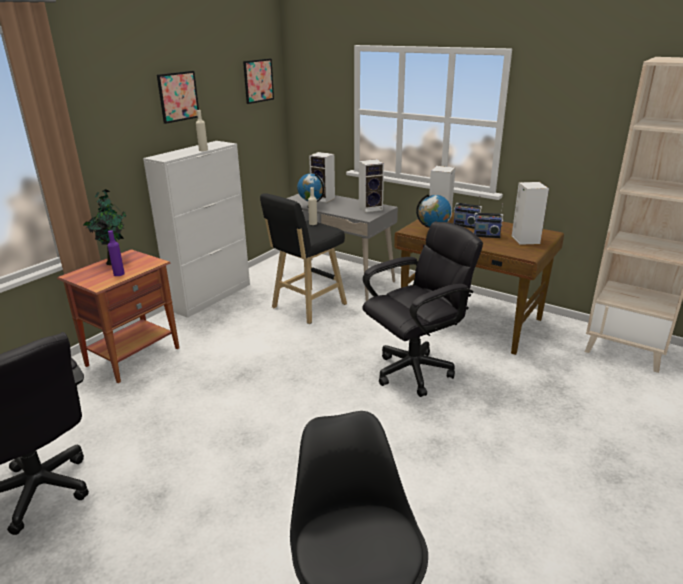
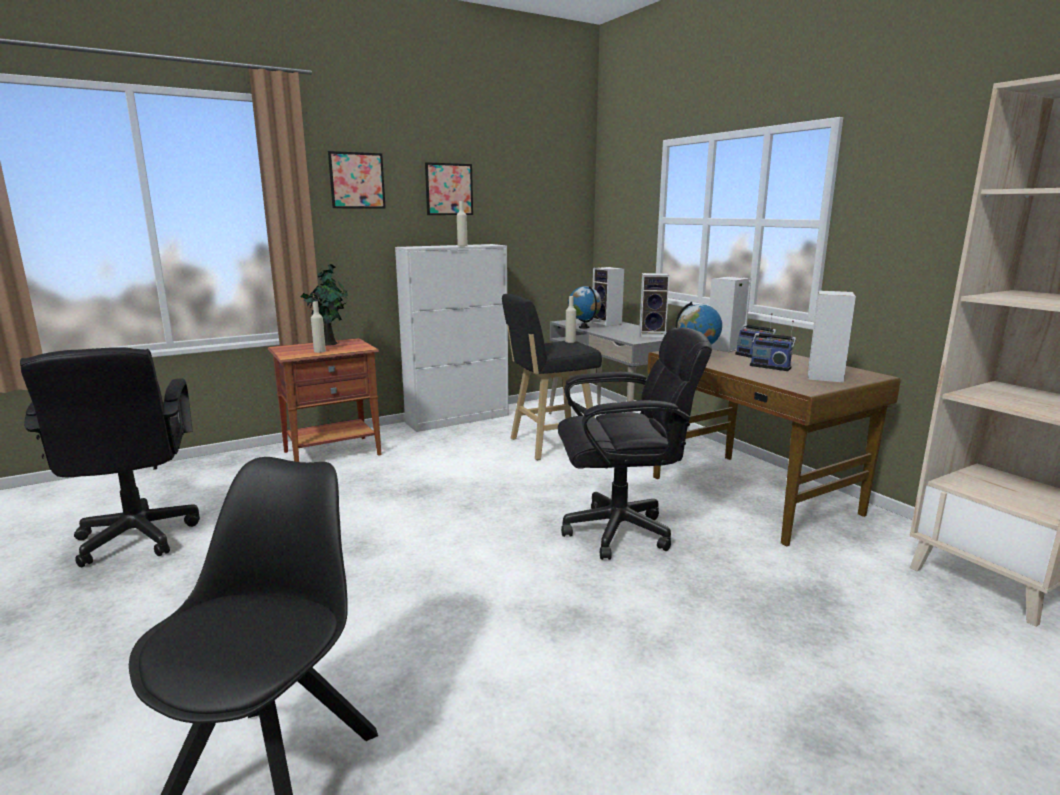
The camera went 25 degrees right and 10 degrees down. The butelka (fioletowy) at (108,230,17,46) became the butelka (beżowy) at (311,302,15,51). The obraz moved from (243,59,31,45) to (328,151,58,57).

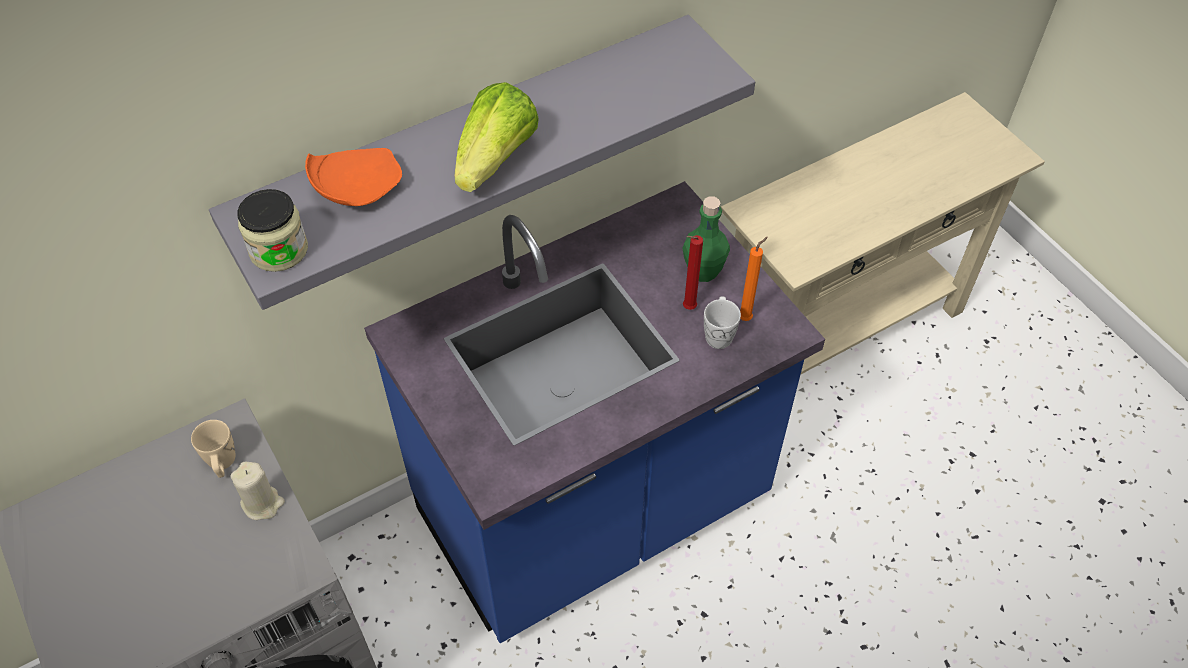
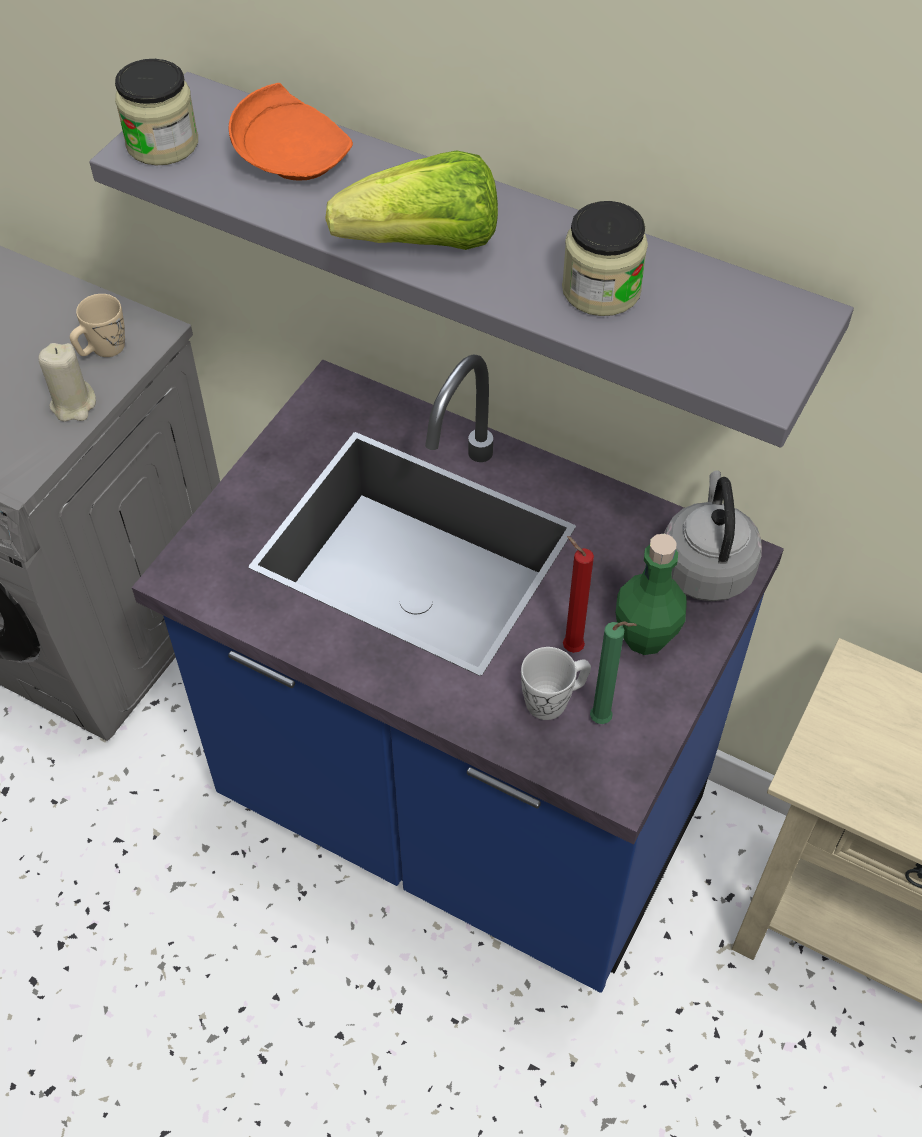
The camera went 60 degrees right and 0 degrees up. The świeca (pomarańczowy) at (740,237,28,84) became the świeca (zielony) at (590,621,47,103). The słoik at (562,201,86,115) appeared. The czajnik (szary) at (664,471,98,130) appeared.

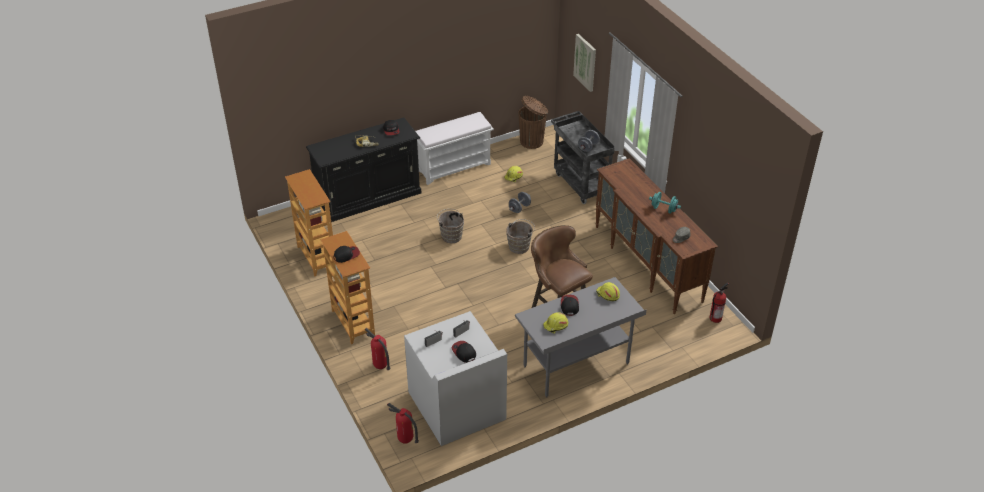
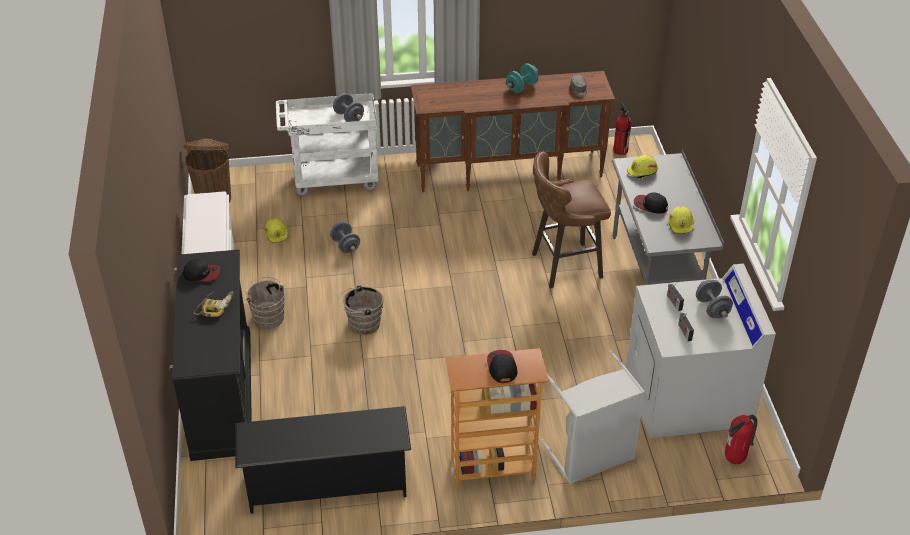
The camera went 70 degrees left and 0 degrees up. The regał at (285,169,48,108) was replaced by the regał na buty (czarny) at (235,406,176,108). The gaśnica at (365,328,26,42) was replaced by the kosz na pranie (szary) at (541,350,104,134). The czapka z daszkiem at (452,341,24,22) was replaced by the hantel (szary) at (696,280,37,39). The wiadro (brązowy) moved from (506,219,29,35) to (245,277,40,52). The wózek (czarny) at (551,111,64,93) became the wózek (biały) at (276,94,103,102). The obraz at (573,34,23,58) disappeared.

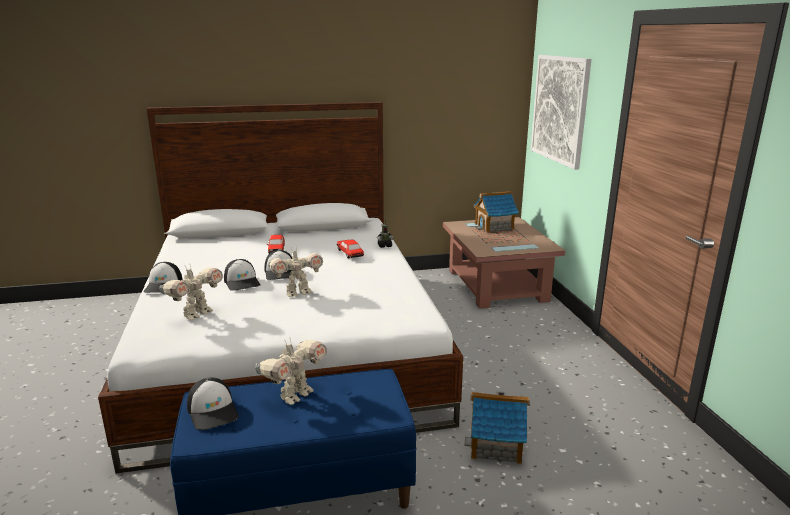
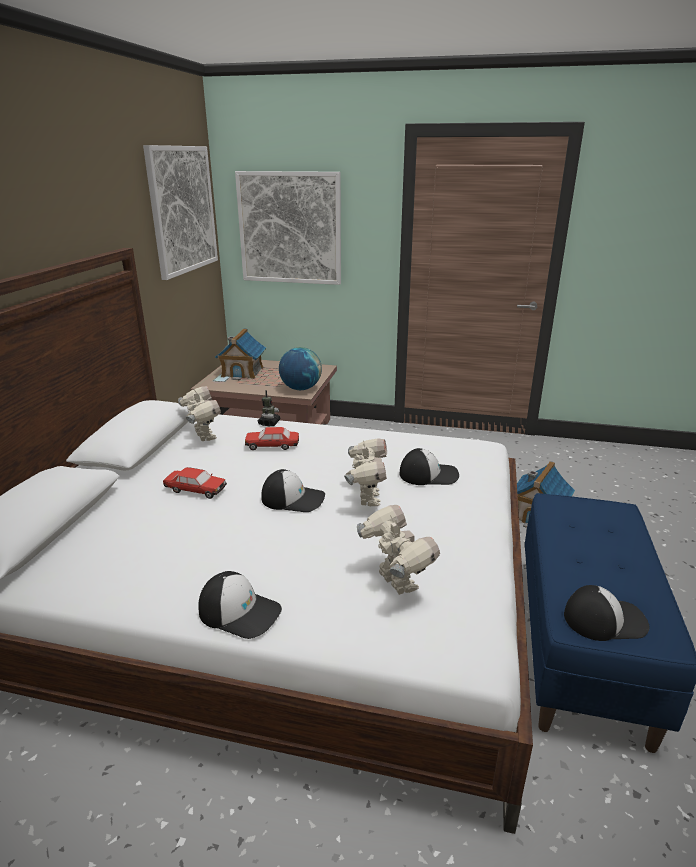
The camera went 65 degrees left and 5 degrees up. The czapka z daszkiem moved from (224,259,37,32) to (400,448,59,37). The robot zabawkowy moved from (255,339,72,66) to (178,386,43,55). The obraz at (143,145,75,135) appeared. The globus at (279,347,43,43) appeared.

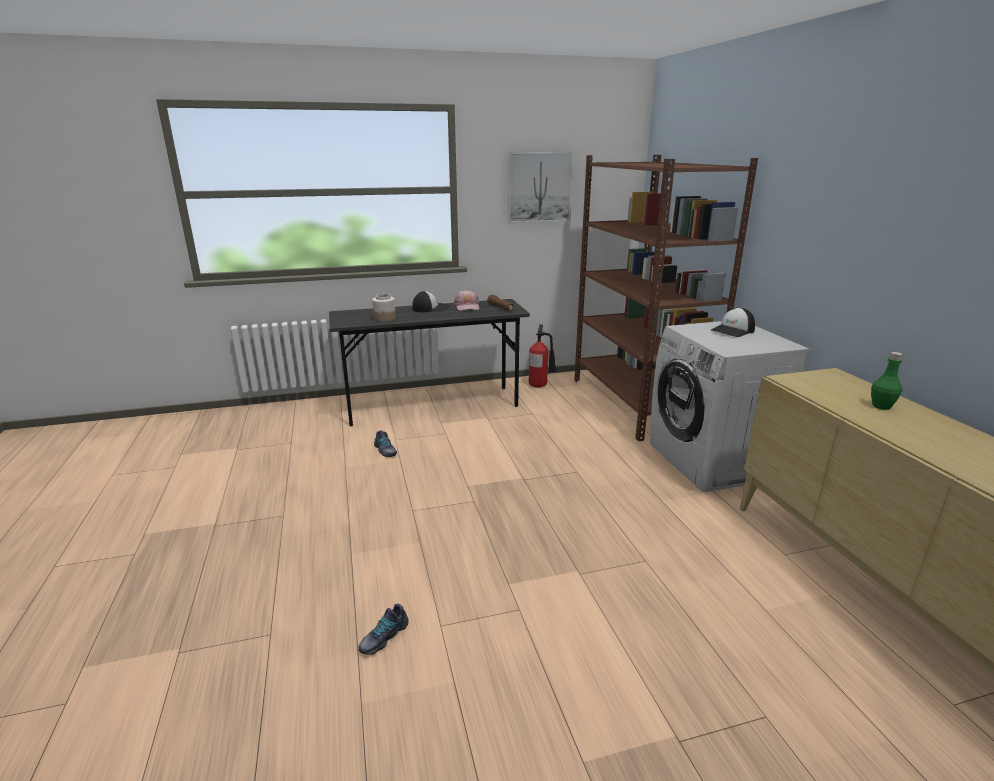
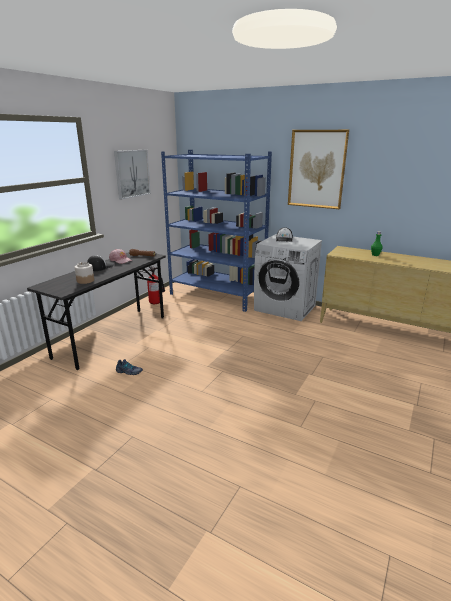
The camera went 45 degrees left and 0 degrees up. The but at (358,604,51,51) disappeared. The regał (brązowy) at (574,155,184,286) became the regał (niebieski) at (161,150,111,162). The obraz at (288,130,61,79) appeared.

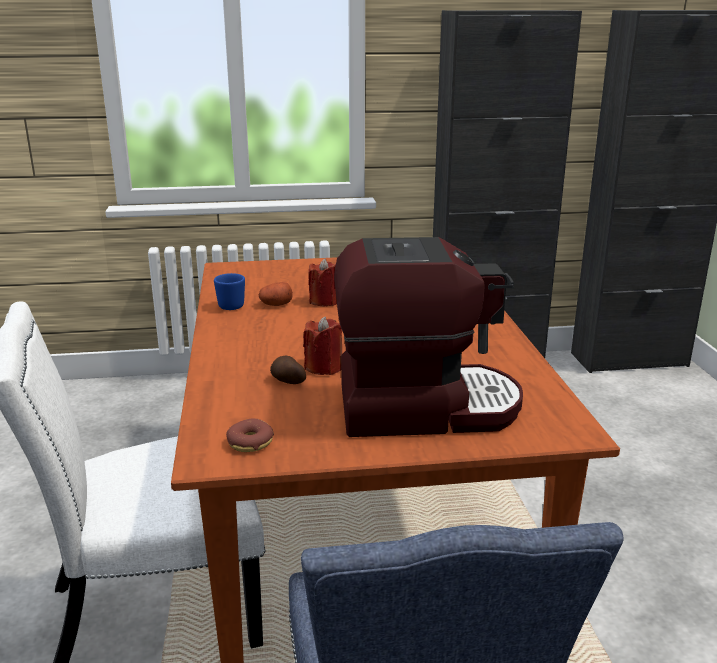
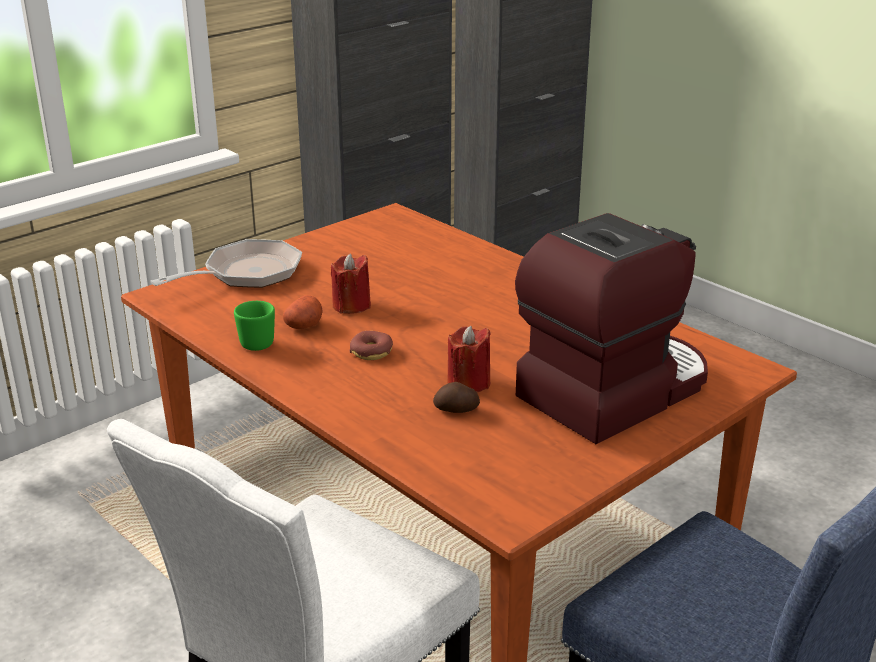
The camera went 35 degrees left and 5 degrees up. The kubek (niebieski) at (214,273,31,37) became the kubek (zielony) at (234,301,41,50). The donut moved from (226,418,48,34) to (350,331,43,29). The patelnia at (150,239,152,49) appeared.

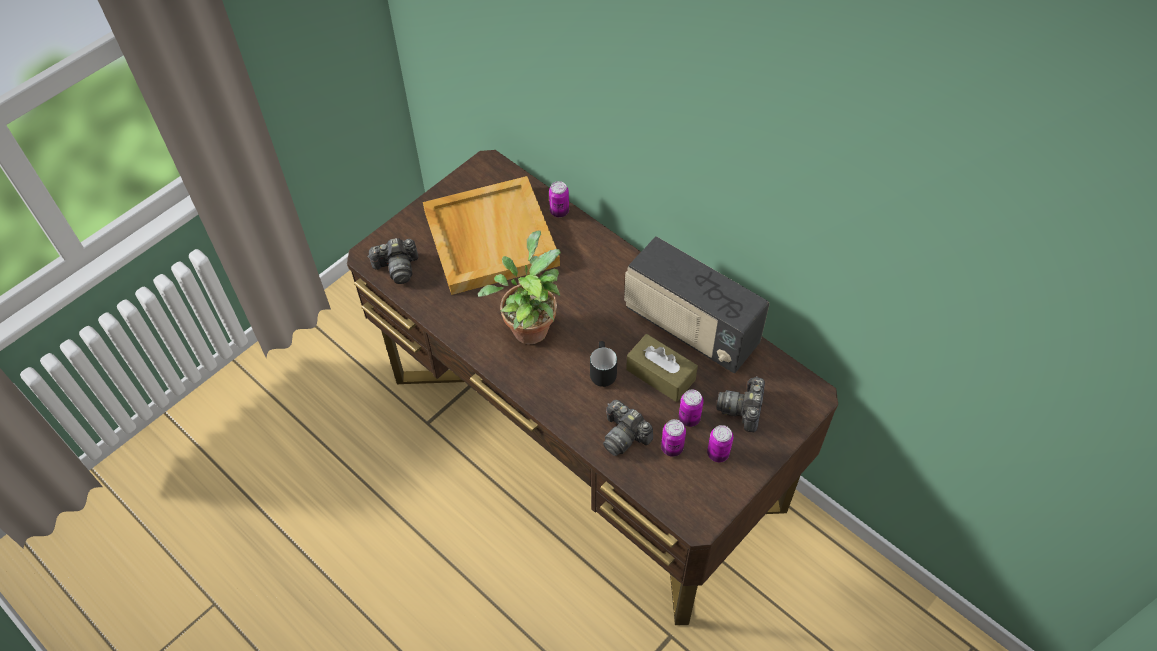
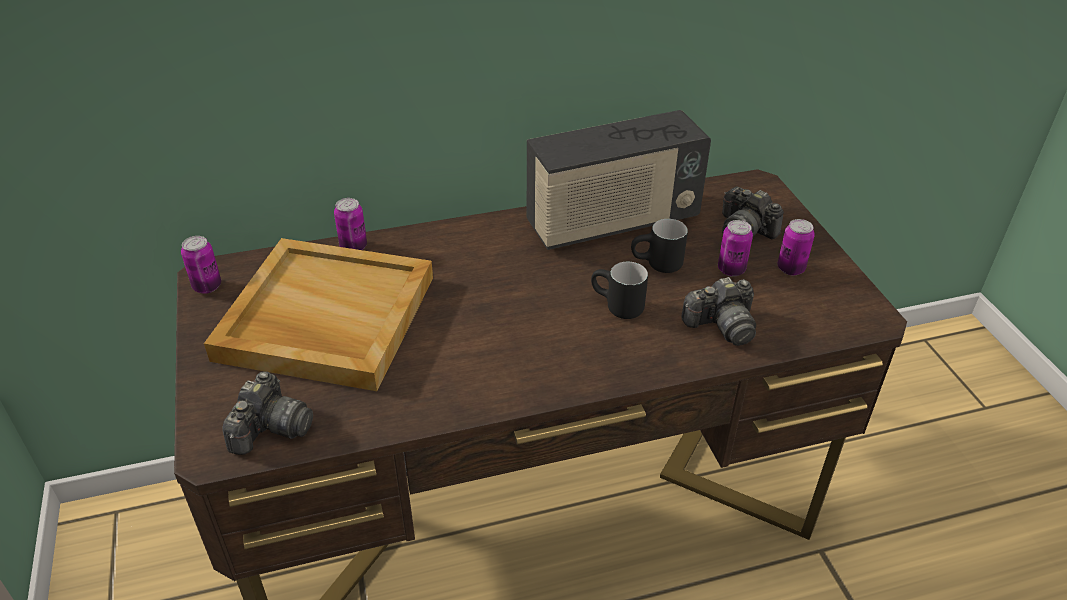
The camera went 60 degrees left and 15 degrees down. The roślina doniczkowa at (478,231,83,114) disappeared. The pudełko chusteczek (brązowy) at (626,334,72,68) was replaced by the kubek (czarny) at (631,219,57,54). The puszka moved from (661,419,25,38) to (181,236,40,58).

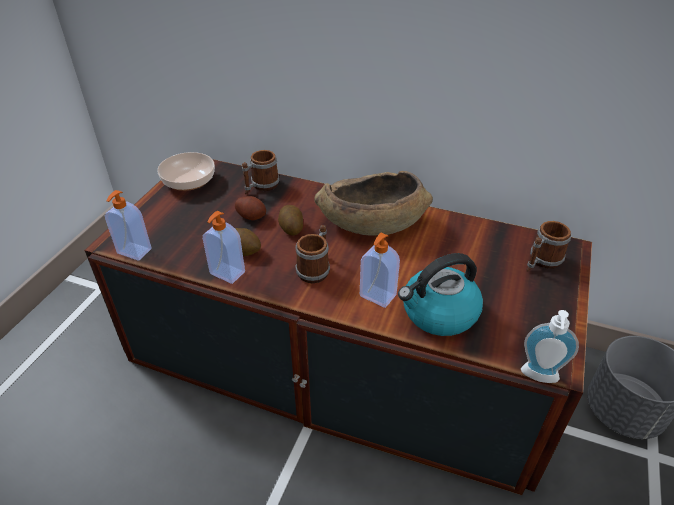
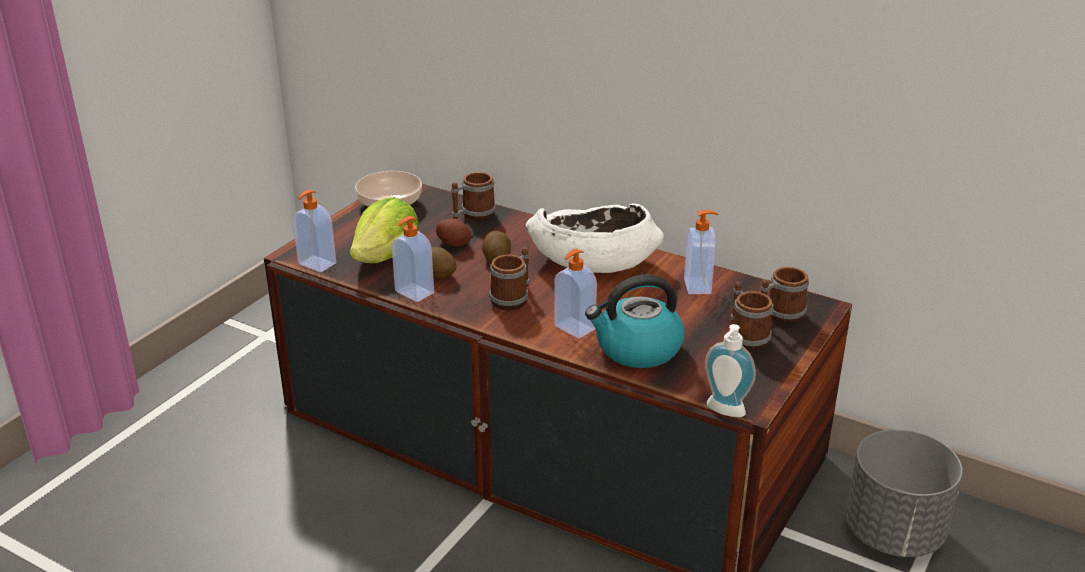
The camera went 10 degrees right and 10 degrees down. The miska (brązowy) at (314,171,119,65) became the miska (biały) at (526,204,138,69). The sałata at (350,197,69,66) appeared. The dozownik mydła at (684,210,34,84) appeared. The kubek at (731,282,42,68) appeared.

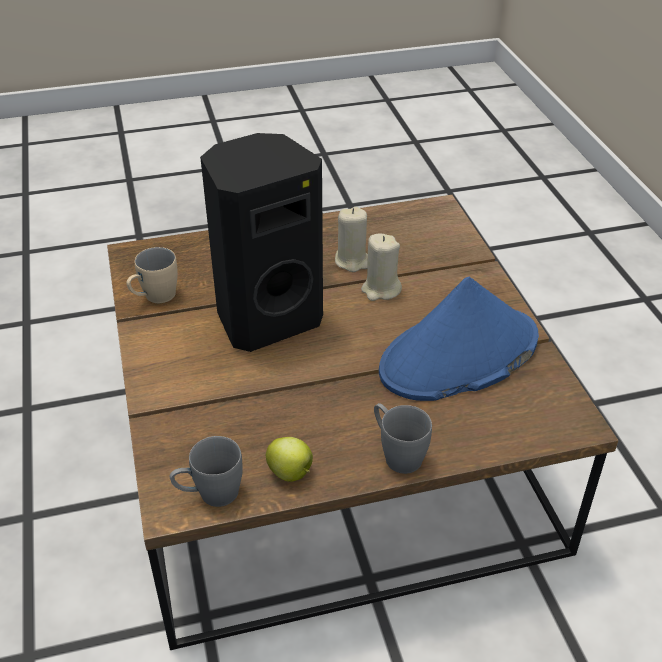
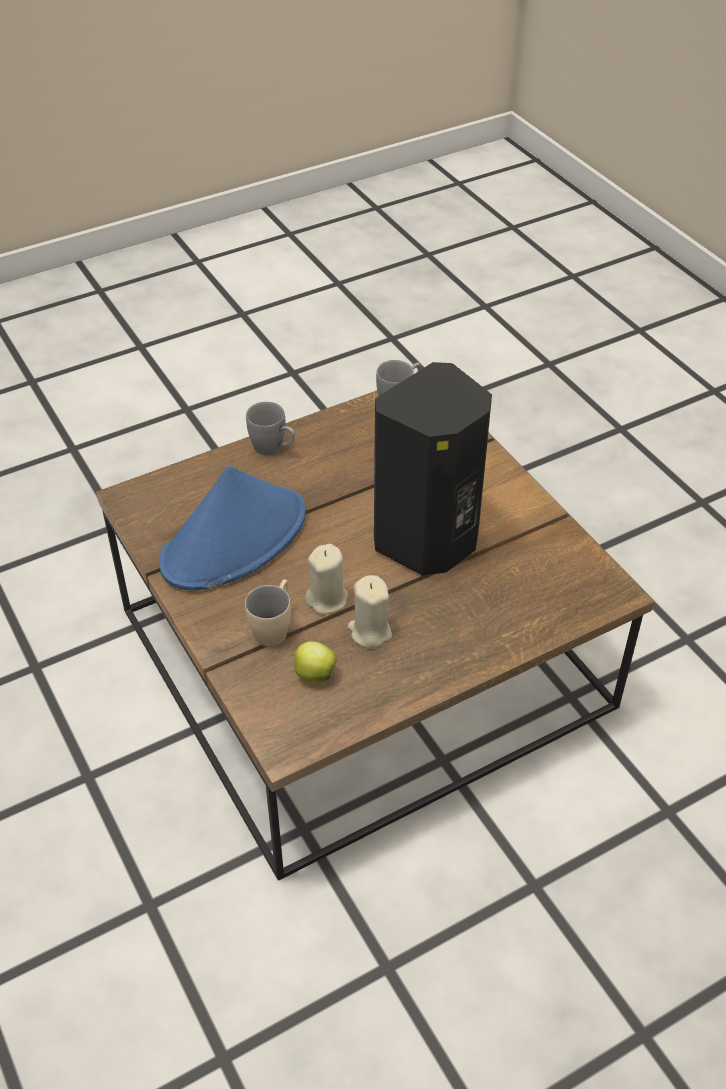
The camera went 165 degrees right and 5 degrees up. The kubek (beżowy) moved from (126,247,52,56) to (245,579,46,67). The jabłko moved from (266,437,47,45) to (293,641,44,42).

